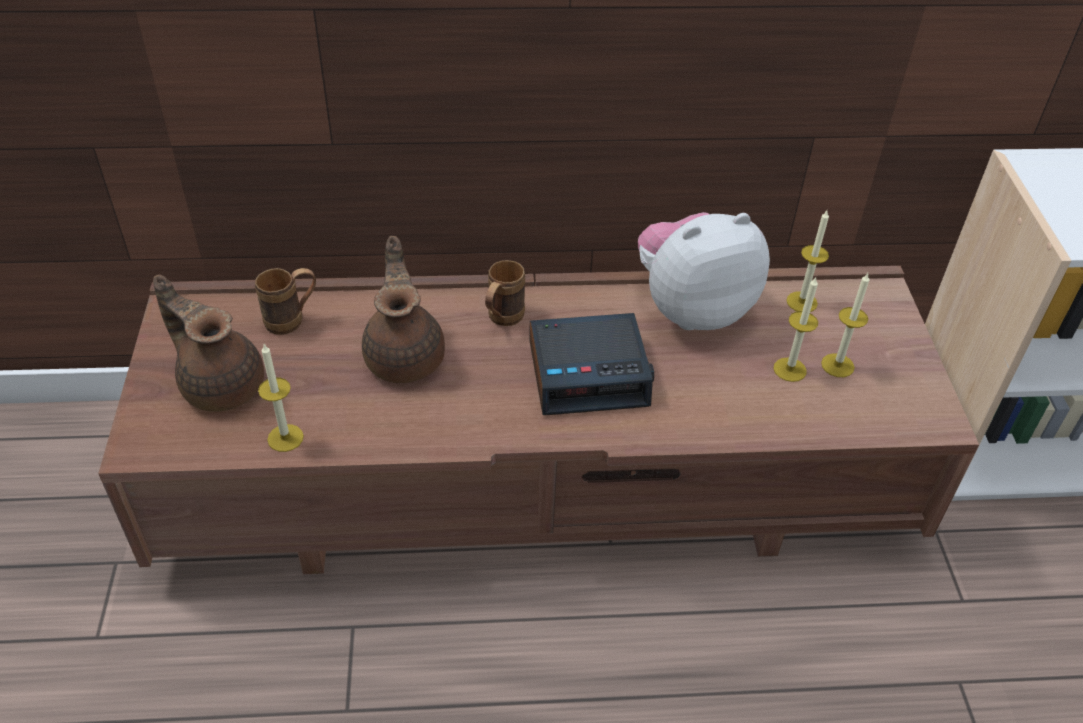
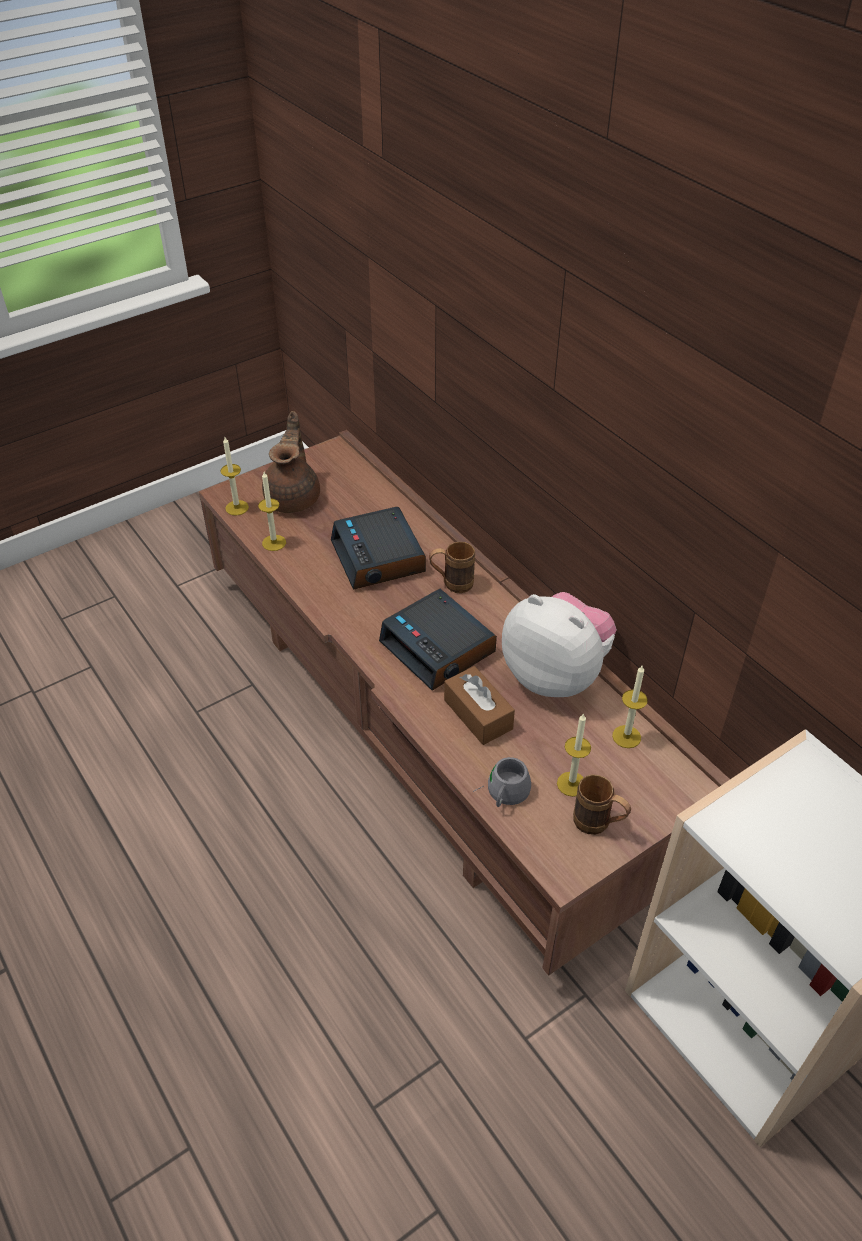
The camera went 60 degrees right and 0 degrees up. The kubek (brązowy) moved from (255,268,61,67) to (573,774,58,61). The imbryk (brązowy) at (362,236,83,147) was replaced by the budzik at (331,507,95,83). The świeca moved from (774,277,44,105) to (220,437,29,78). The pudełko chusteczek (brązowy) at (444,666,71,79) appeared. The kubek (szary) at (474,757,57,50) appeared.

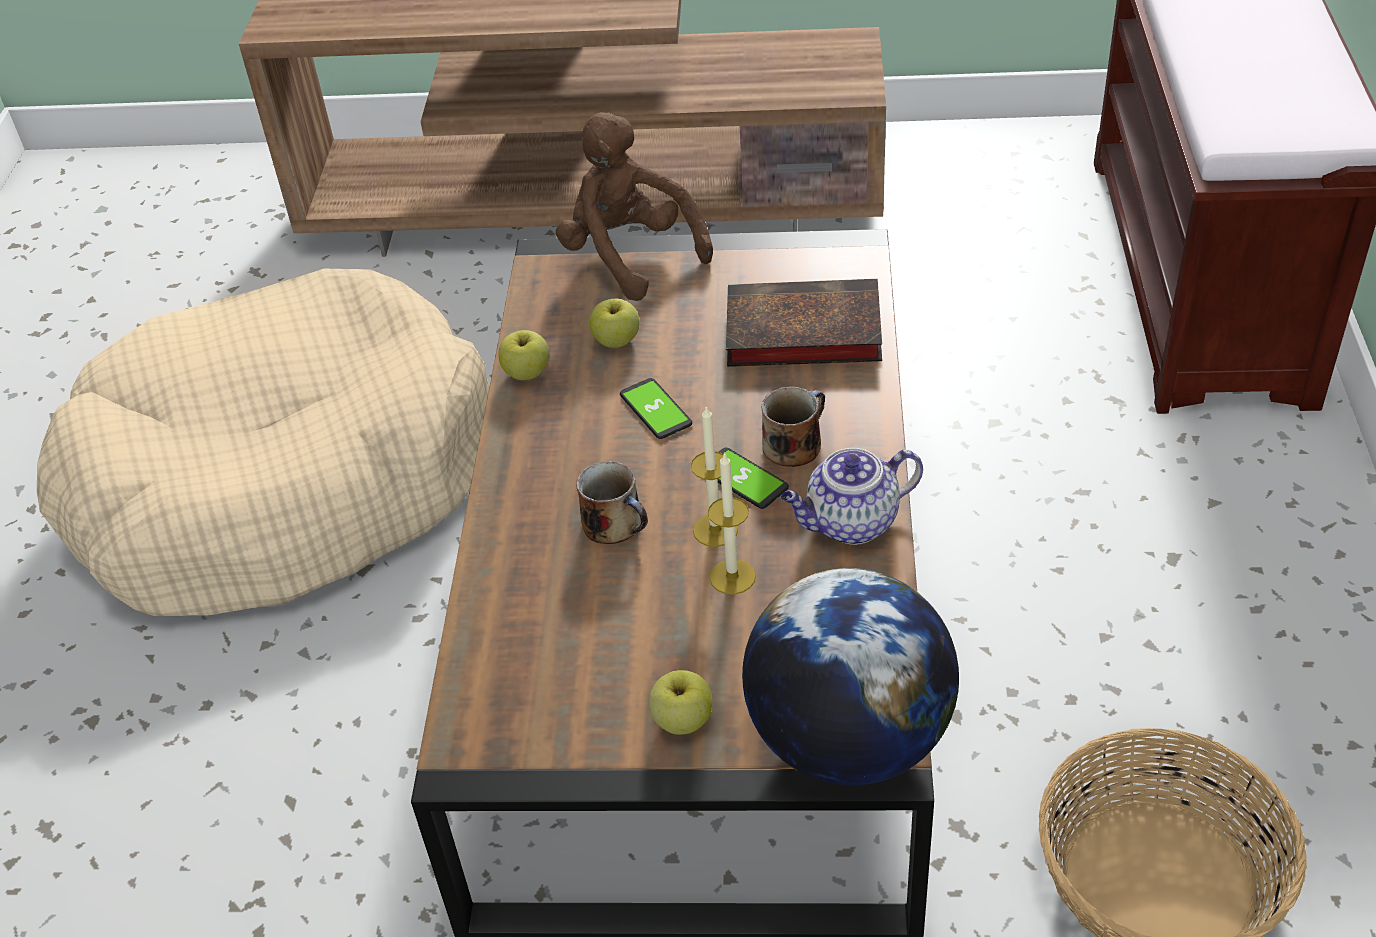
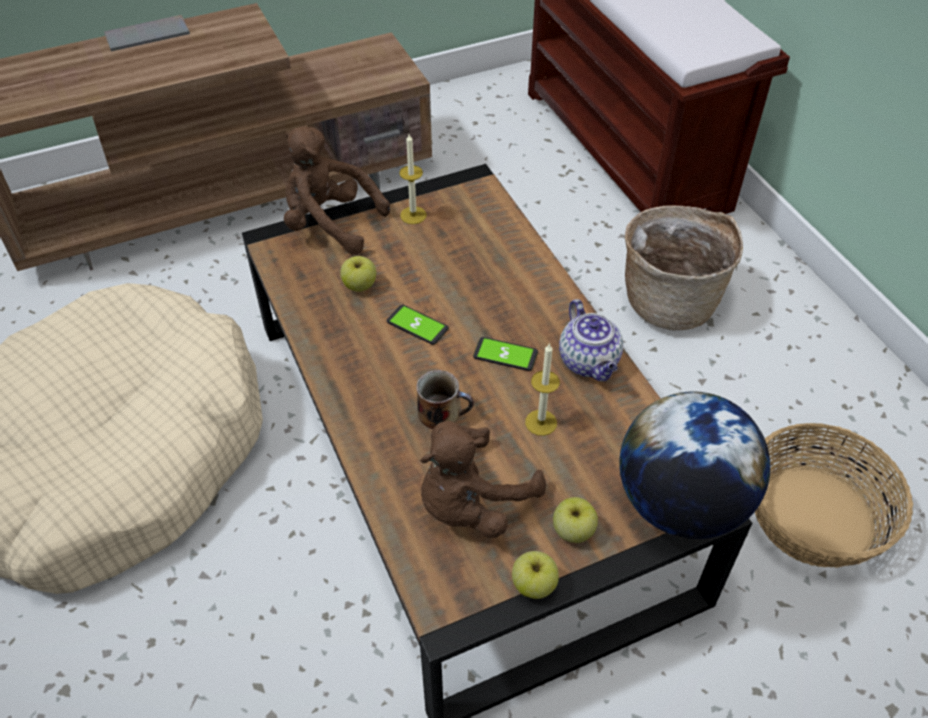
The camera went 30 degrees left and 5 degrees up. The jabłko moved from (499,330,51,50) to (512,551,47,48). The świeca moved from (691,405,47,142) to (399,134,28,90). The książka at (726,279,156,88) disappeared. The kubek at (761,387,64,80) disappeared. The imbryk at (781,448,142,97) turned 60 degrees counterclockwise. The pluszak (brązowy) at (420,421,126,117) appeared. The koszyk at (625,205,118,125) appeared.

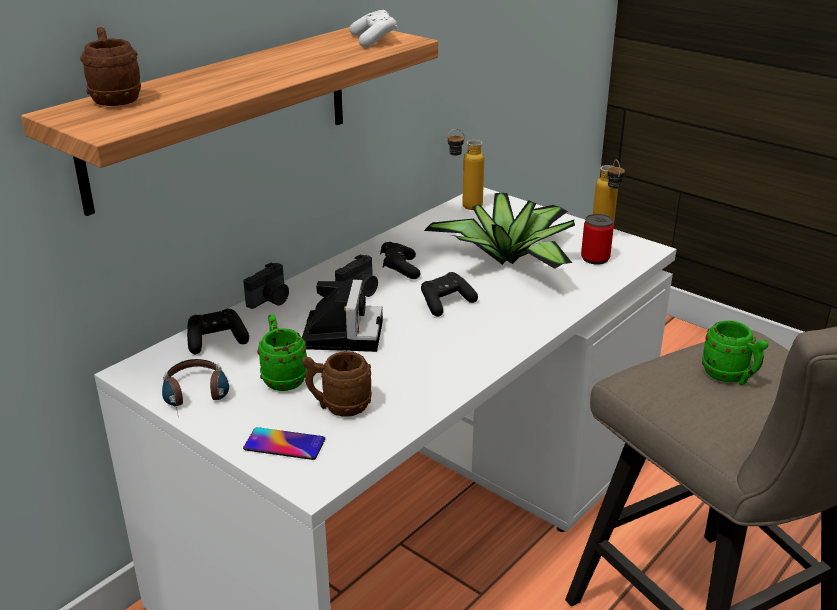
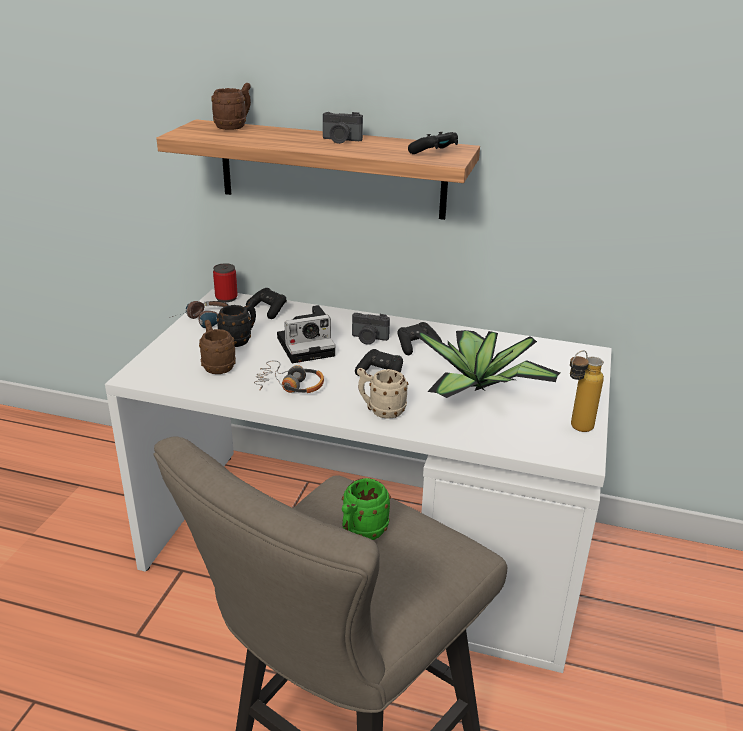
The camera went 65 degrees right and 0 degrees up. The aparat fotograficzny moved from (243,262,46,47) to (323,112,40,32). The telefon at (243,427,82,33) disappeared. The kubek (zielony) at (257,314,50,77) became the kubek (czarny) at (217,298,39,49). The pad do gier (biały) at (350,10,48,37) became the pad do gier (czarny) at (408,132,50,22). The butelka at (447,129,37,81) disappeared. The puszka moved from (581,214,33,51) to (213,263,25,39). The słuchawki at (254,360,70,33) appeared. The kubek (beżowy) at (357,368,51,51) appeared.

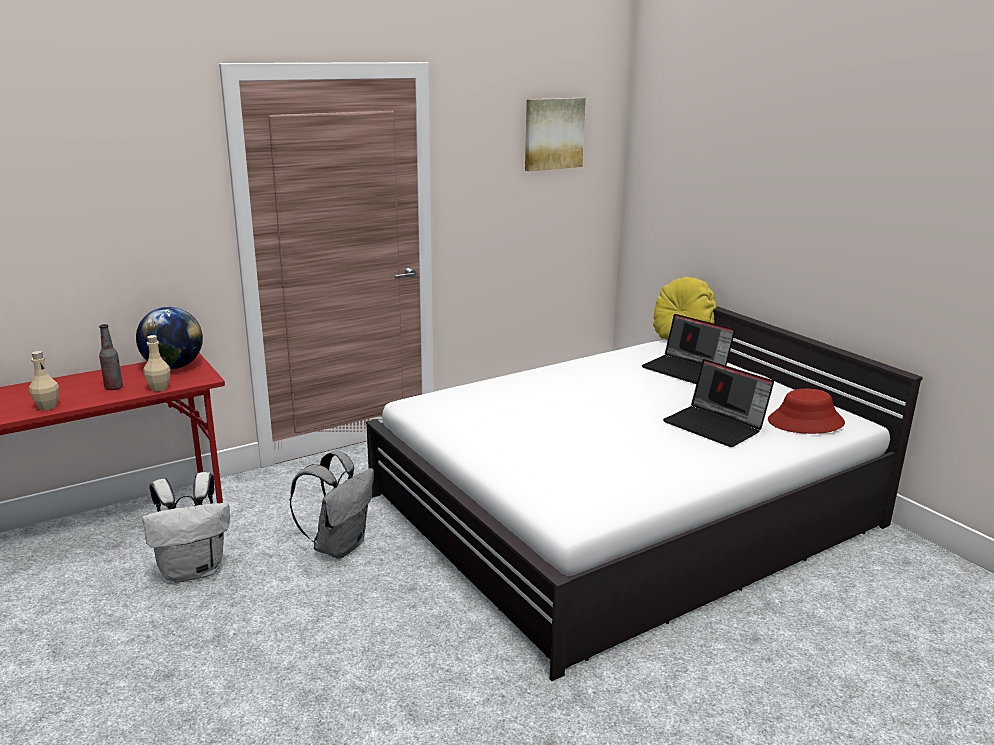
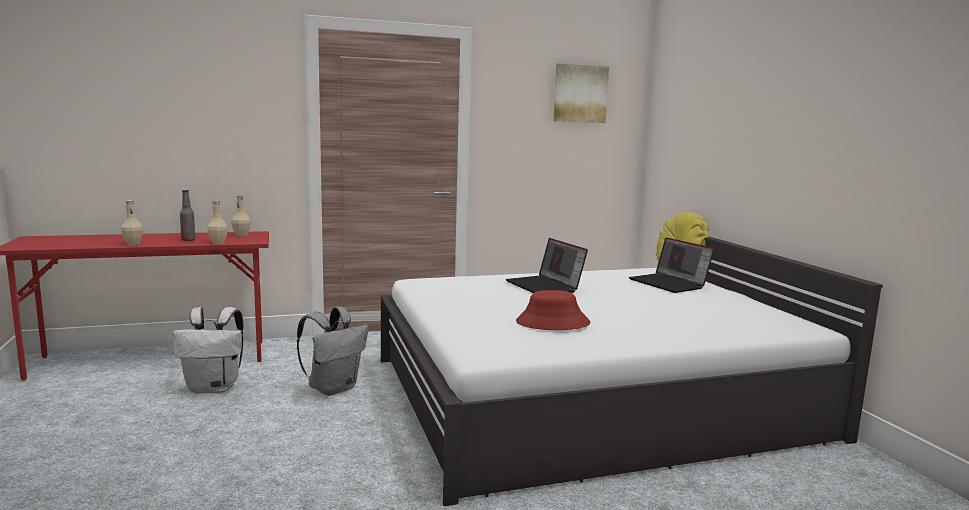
The camera went 15 degrees right and 10 degrees down. The globus at (136,307,67,62) was replaced by the butelka (beżowy) at (231,196,20,41). The laptop moved from (663,359,111,88) to (506,238,82,55). The kapelusz (czerwony) moved from (768,389,77,45) to (516,290,75,40).

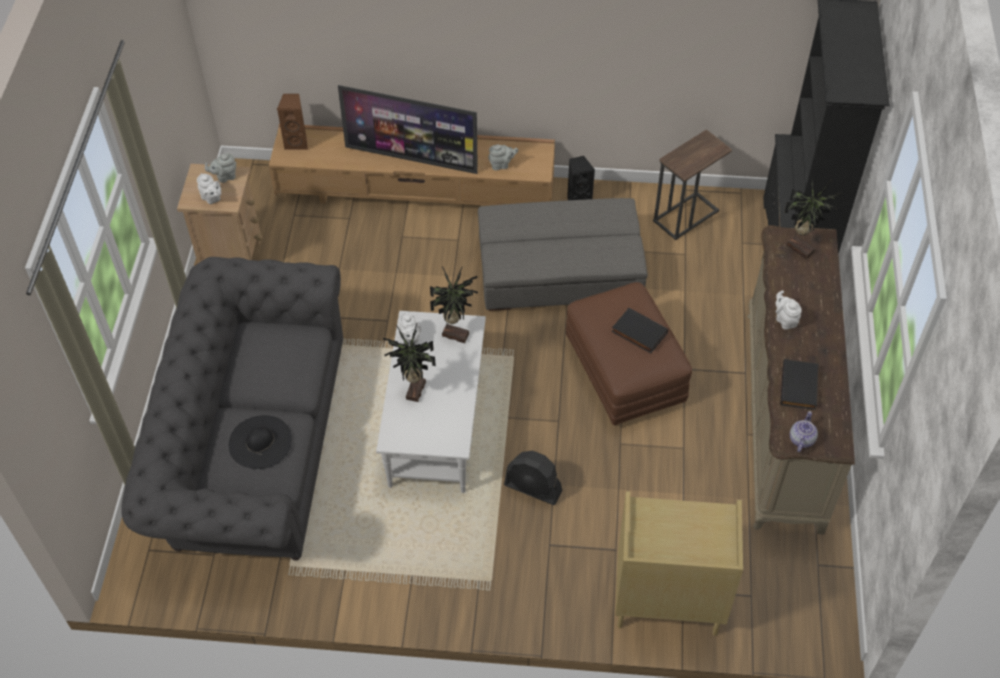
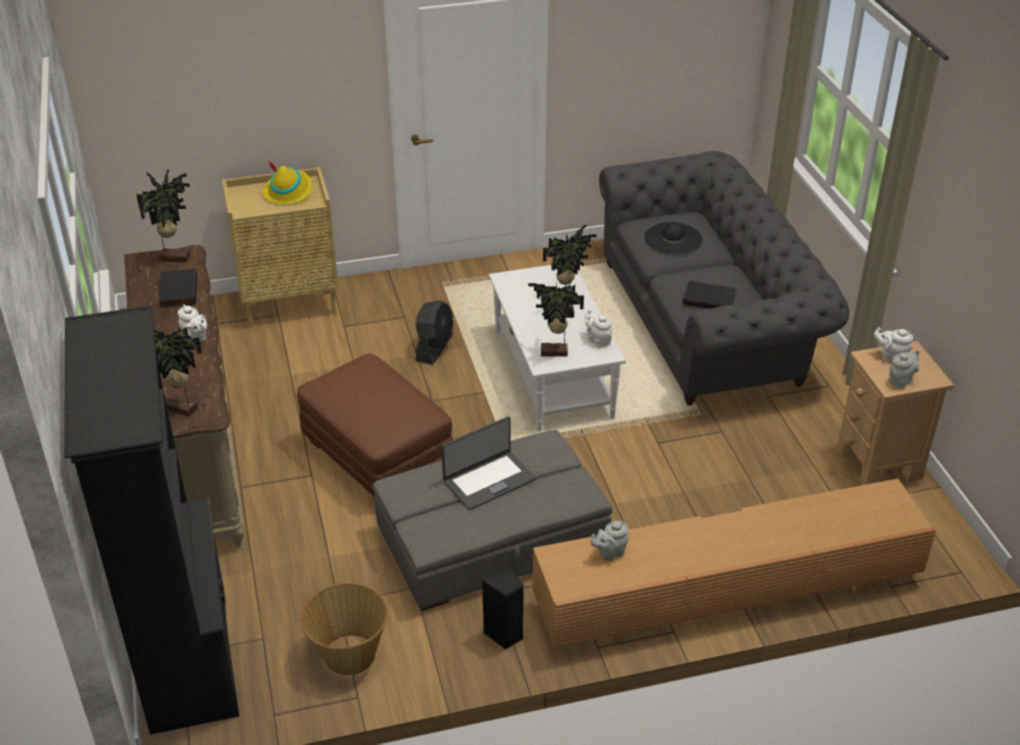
The camera went 160 degrees right and 15 degrees down. The głośnik (brązowy) at (277,94,31,56) disappeared. The telewizor at (338,85,140,89) disappeared. The wentylator (czarny) at (504,451,59,54) turned 105 degrees clockwise. The książka (czarny) moved from (612,308,56,45) to (682,280,55,29). The stolik (brązowy) at (653,130,79,110) was replaced by the koszyk at (300,583,88,93). The imbryk at (790,411,28,41) was replaced by the roślina doniczkowa at (136,168,54,94). The kapelusz (żółty) at (262,161,50,43) appeared. The laptop at (442,416,94,94) appeared.

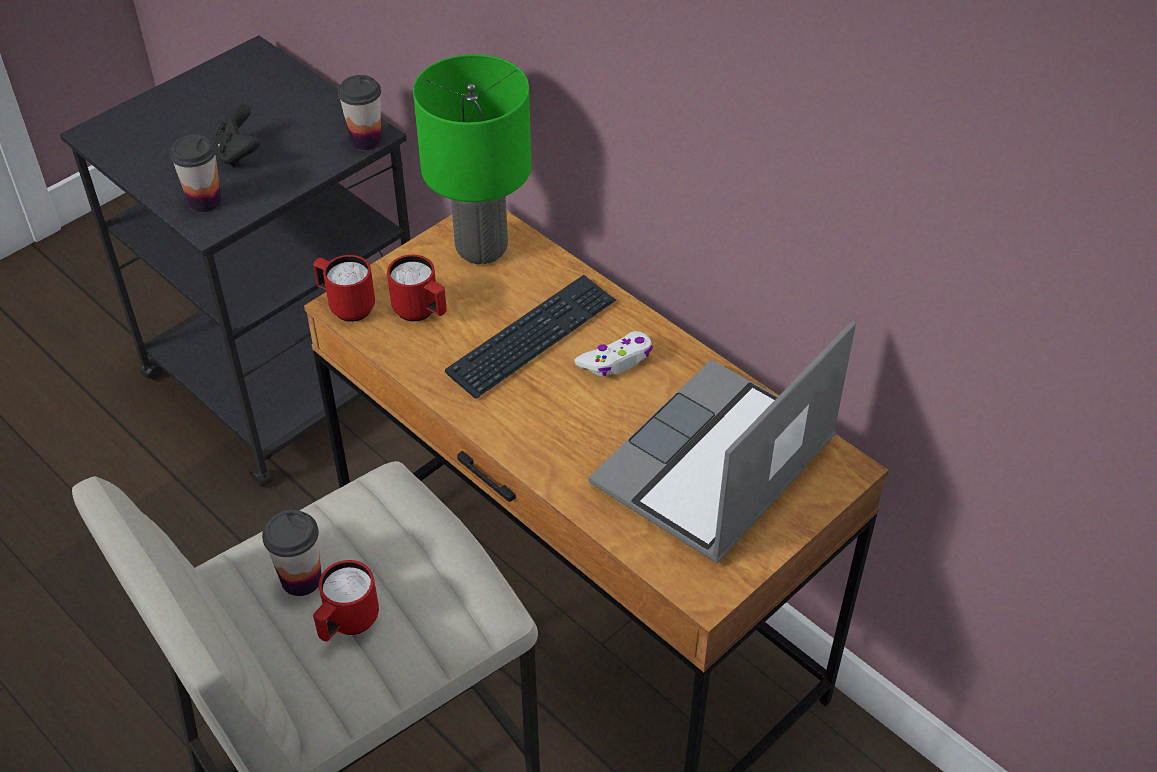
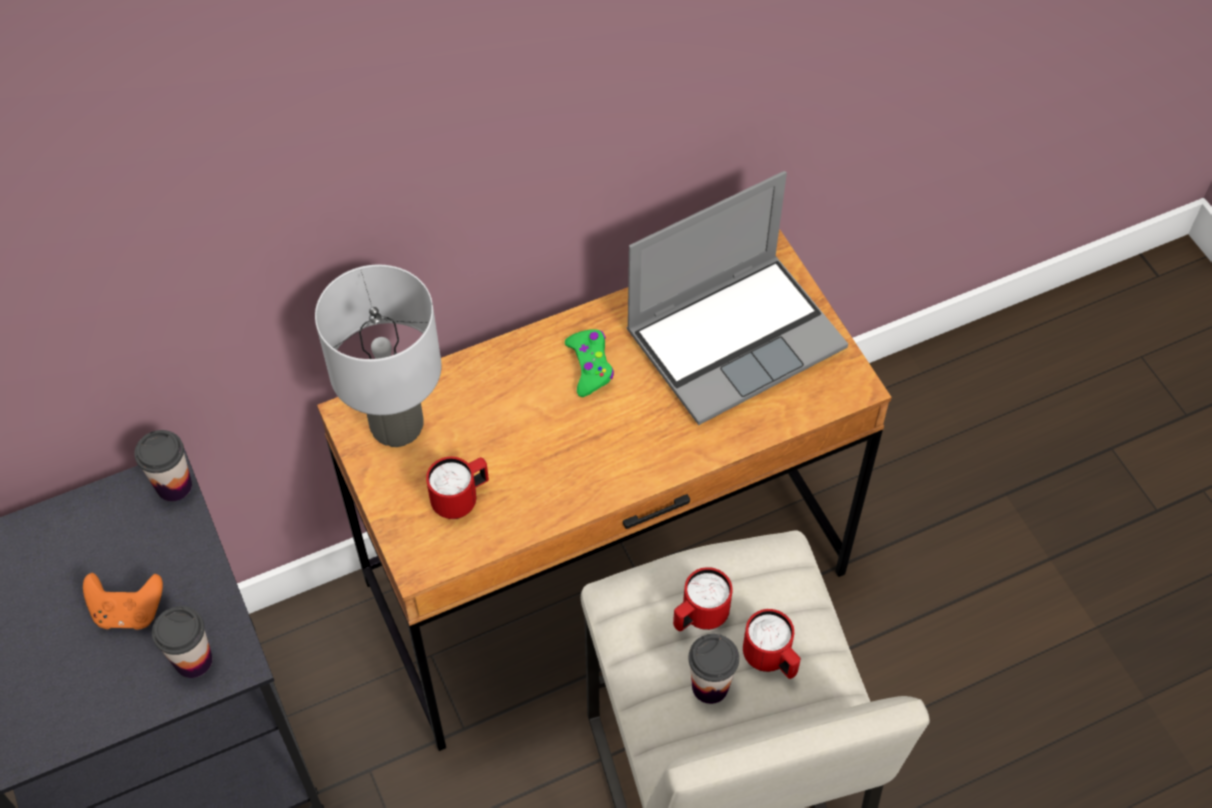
The camera went 70 degrees left and 10 degrees up. The pad do gier (czarny) at (215,105,45,63) became the pad do gier (pomarańczowy) at (83,573,80,57). The kubek (czerwony) moved from (313,255,62,67) to (673,567,60,64). The lampa stołowa (zielony) at (413,54,118,210) became the lampa stołowa (biały) at (315,265,127,182). The klawiatura at (445,275,171,124) disappeared. The pad do gier (biały) at (574,331,79,45) became the pad do gier (zielony) at (565,329,49,68). The laptop at (589,320,267,244) turned 90 degrees counterclockwise.

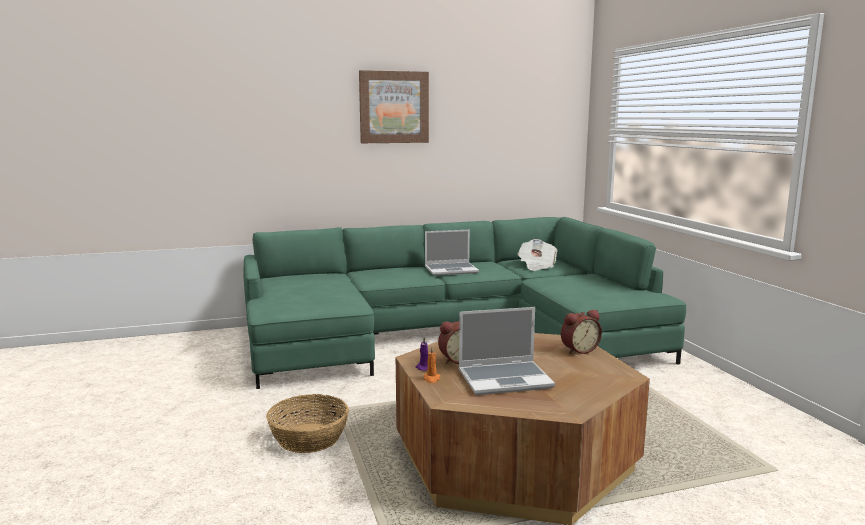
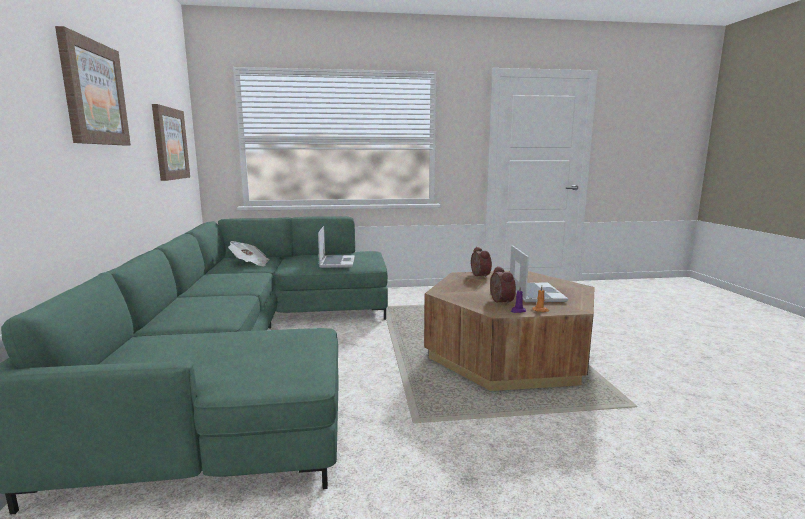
The camera went 80 degrees left and 0 degrees up. The koszyk at (266,394,83,59) disappeared. The laptop moved from (425,230,54,46) to (318,226,37,42). The obraz at (152,104,38,77) appeared.

